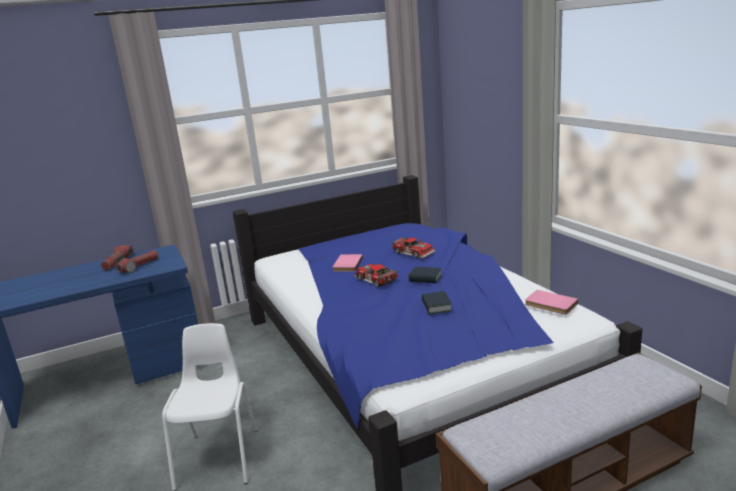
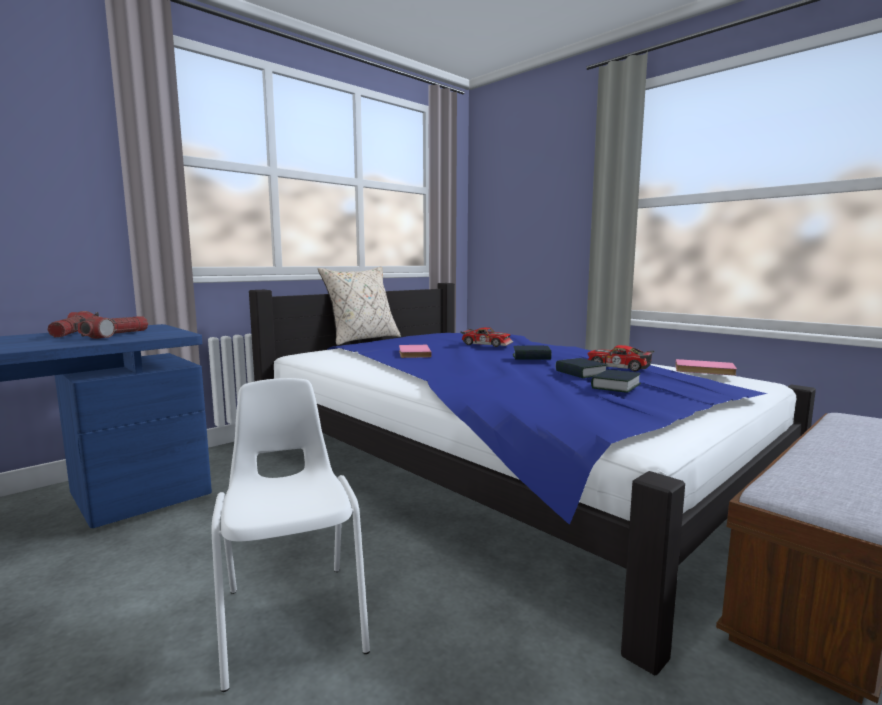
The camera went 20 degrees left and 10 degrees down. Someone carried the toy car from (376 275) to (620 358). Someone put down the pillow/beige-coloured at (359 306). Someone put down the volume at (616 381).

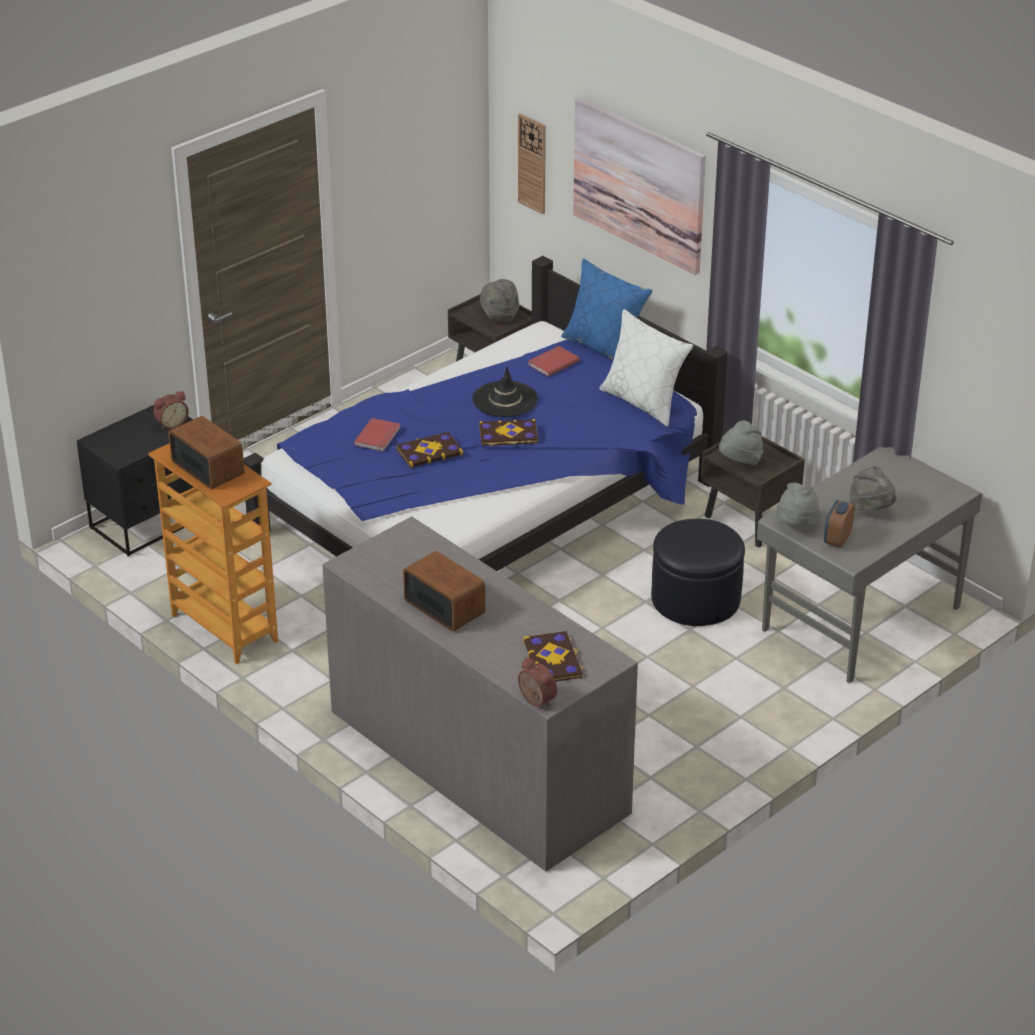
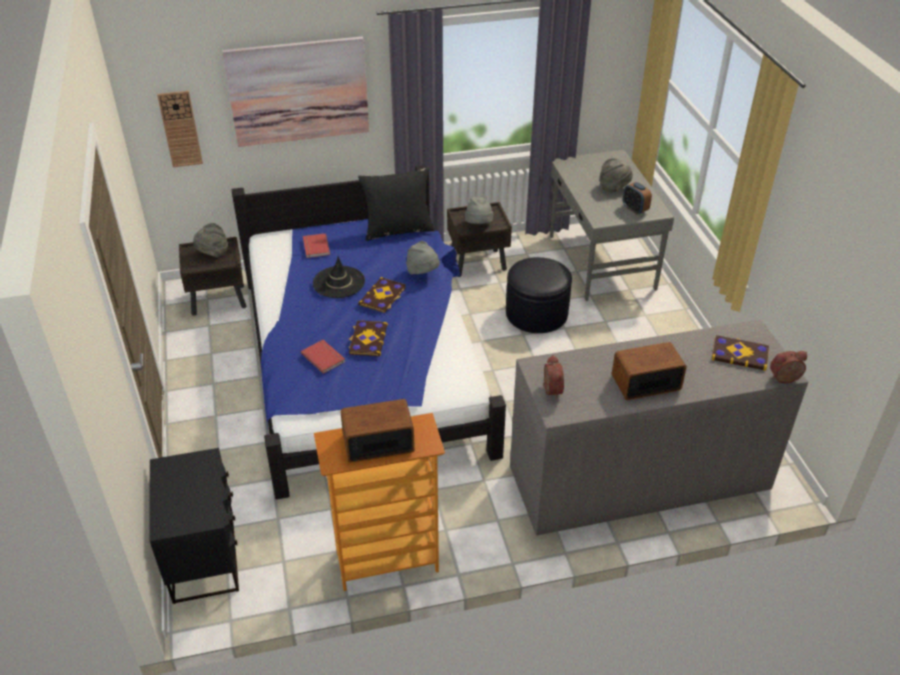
The camera went 60 degrees left and 5 degrees up. Someone took away the pillow/blue at (606 309). Someone repainted the pillow/white-coloured at (646 368), which became the pillow/blackish at (396 204). Someone carried the table clock from (171 410) to (553 377). Someone carried the hat/grey from (799 504) to (423 258).

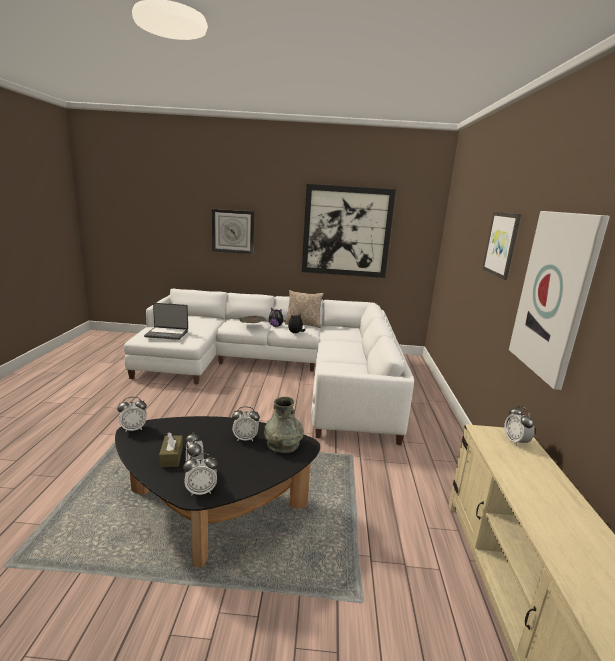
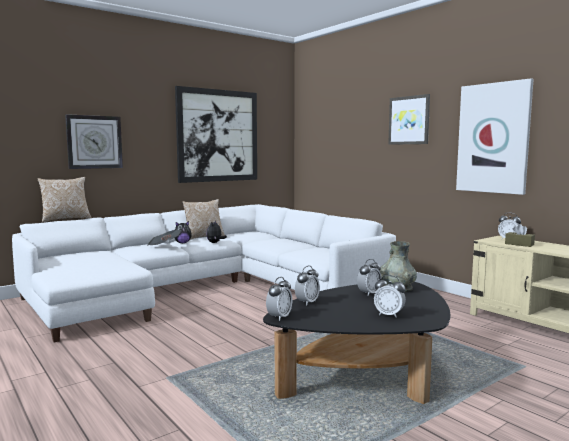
The camera went 40 degrees left and 10 degrees down. Someone took away the notebook computer at (166 321). Someone carried the tissue box/brown from (171 449) to (520 235). Someone carried the table clock from (200 474) to (307 285). Someone put down the pillow at (65 199).

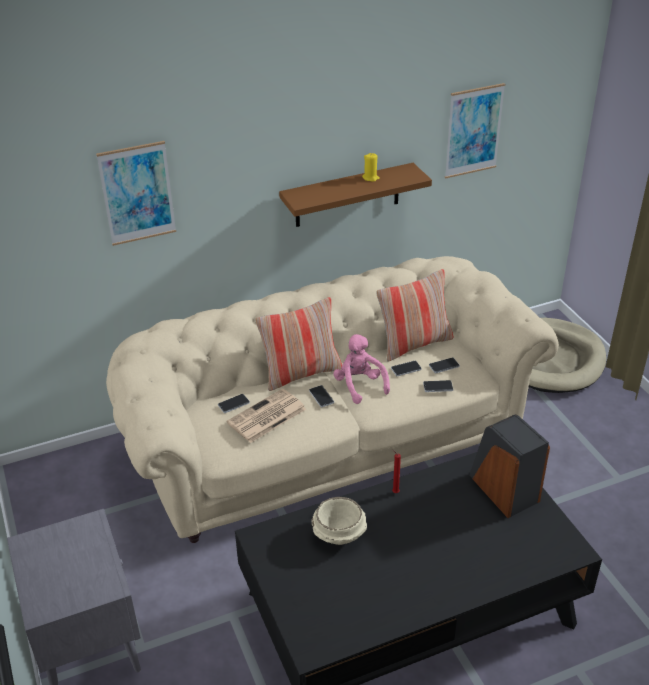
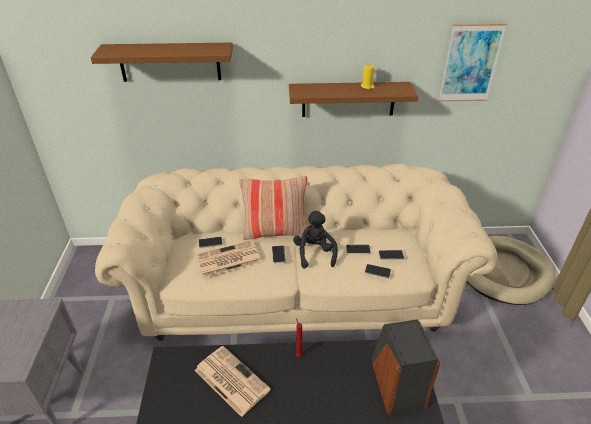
The camera went 20 degrees right and 0 degrees up. Someone swapped the picture at (136 193) for the wall shelf/brown at (162 62). Someone took away the pillow at (415 315). Someone repainted the cuddly toy/pink at (361 369), which became the cuddly toy/blackish at (315 240). Someone swapped the bowl/beige-coloured at (339 521) for the newspaper at (233 381).

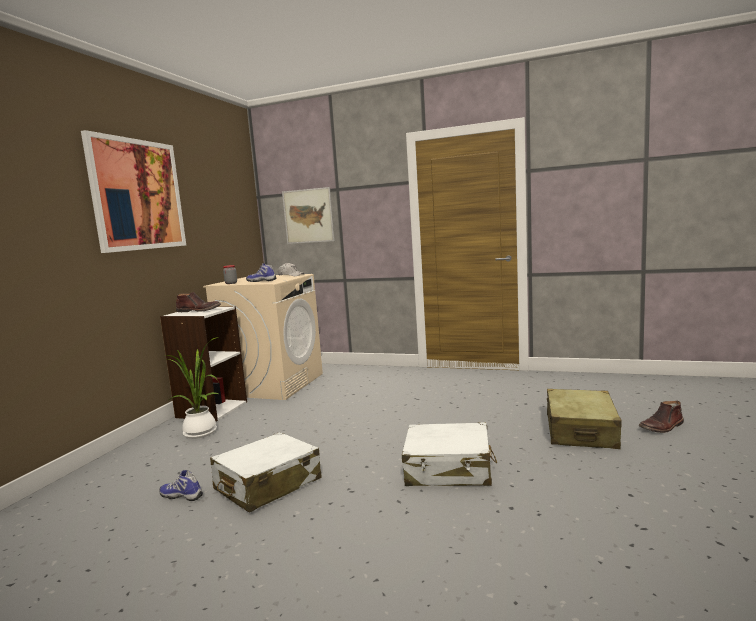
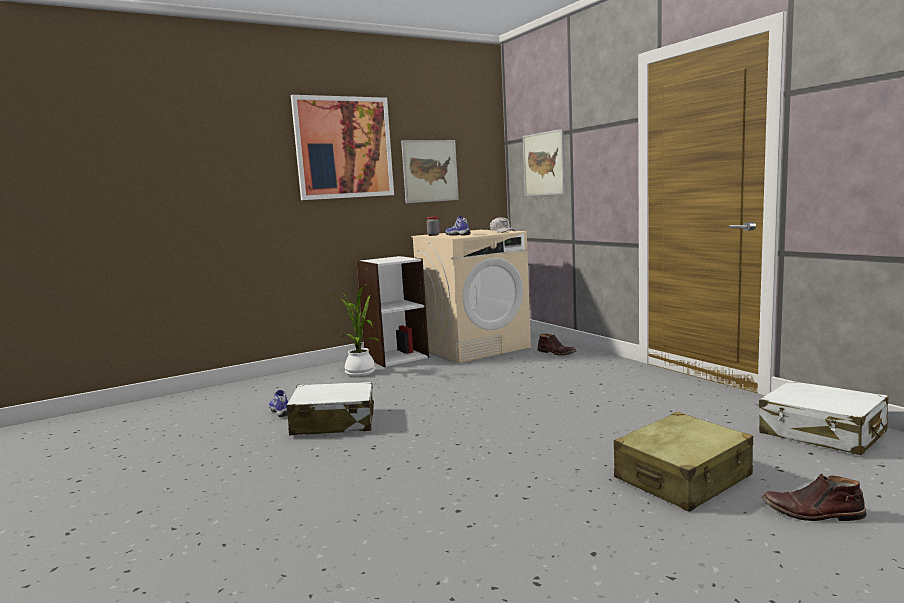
The camera went 40 degrees right and 0 degrees up. Someone carried the high-top boot/brown from (198 302) to (556 345). Someone carried the suitcase/white-coloured from (449 454) to (823 418). Someone put up the picture at (430 171).

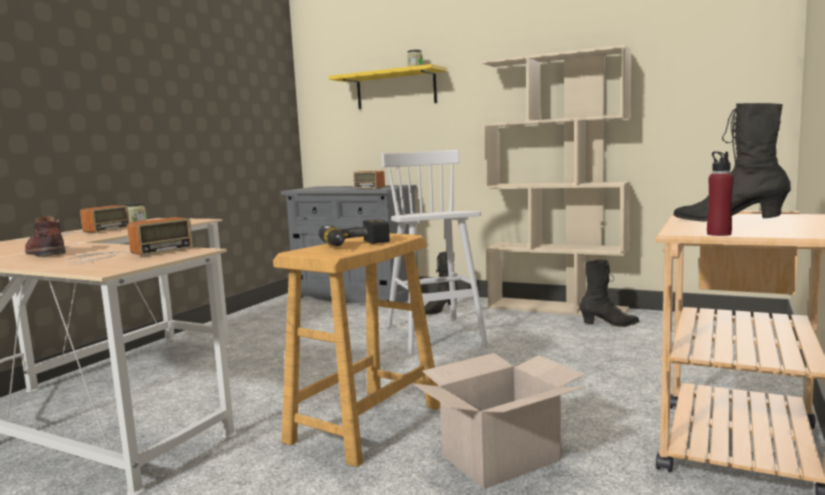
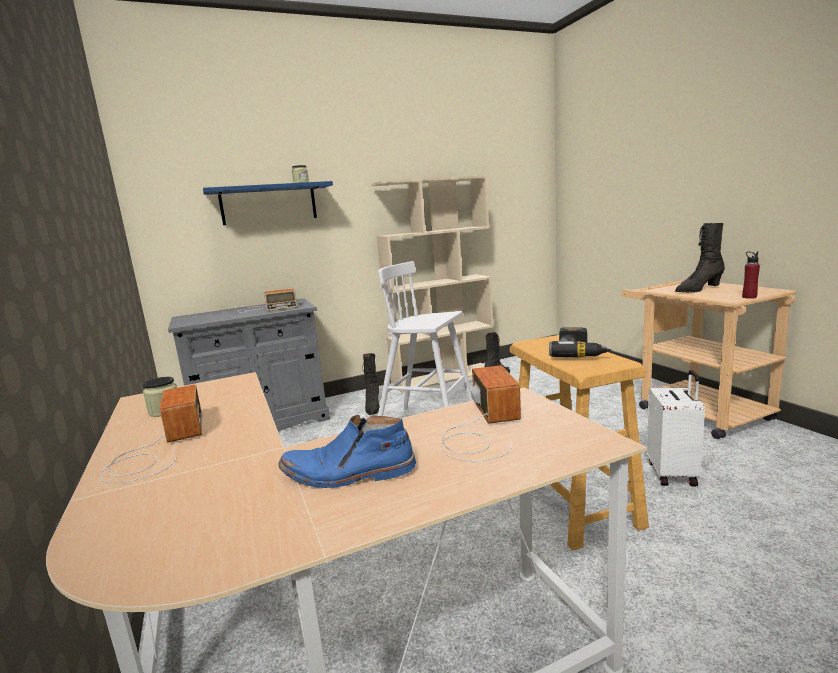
The camera went 50 degrees left and 5 degrees up. Someone repainted the wall shelf/yellowish at (388 86), which became the wall shelf/blue at (268 203). Someone repainted the high-top boot/brown at (45 236), which became the high-top boot/blue at (347 451). Someone swapped the packing box at (498 421) for the suitcase/white-coloured at (675 428).

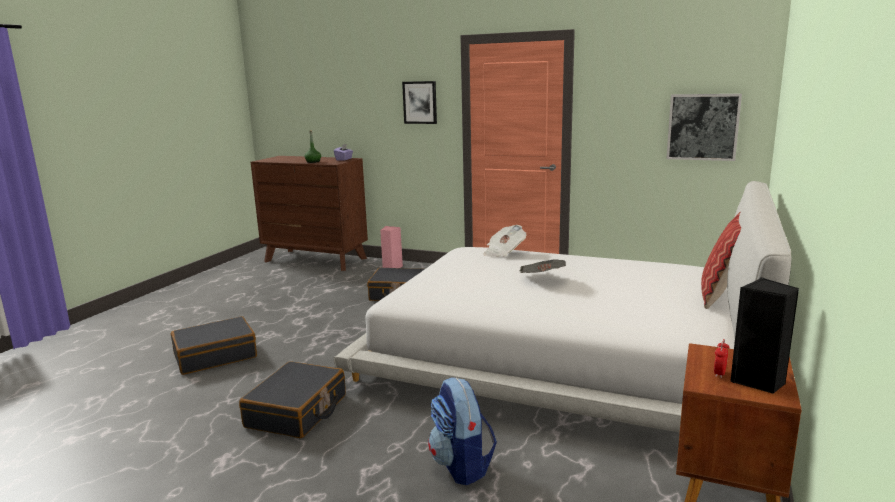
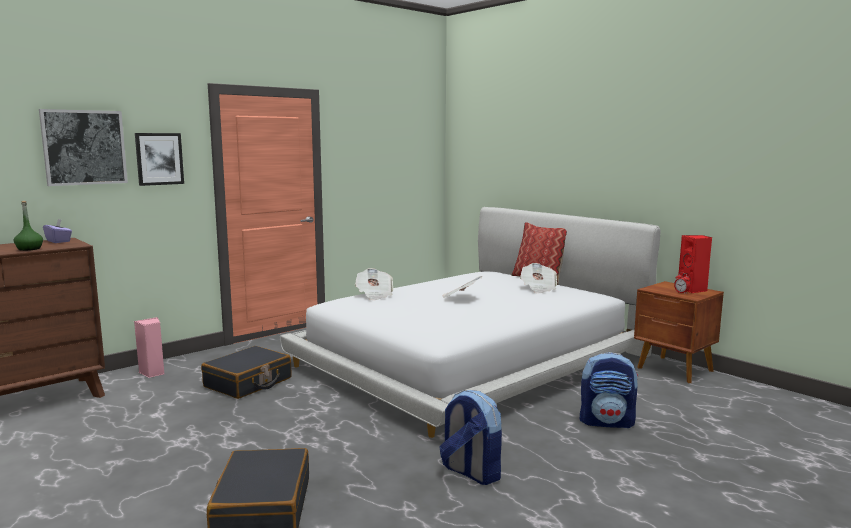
The camera went 65 degrees left and 5 degrees down. Someone carried the picture from (704 127) to (83 147). Someone repainted the audio speaker/blackish at (764 335), which became the audio speaker/red-coloured at (695 264). Someone swapped the suitcase/blackish at (292 399) for the backpack at (471 437). Someone put down the newspaper at (538 278).

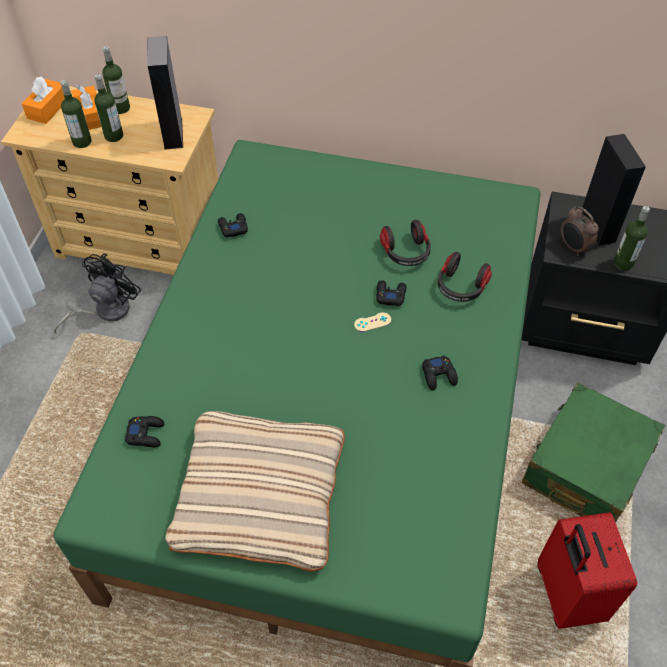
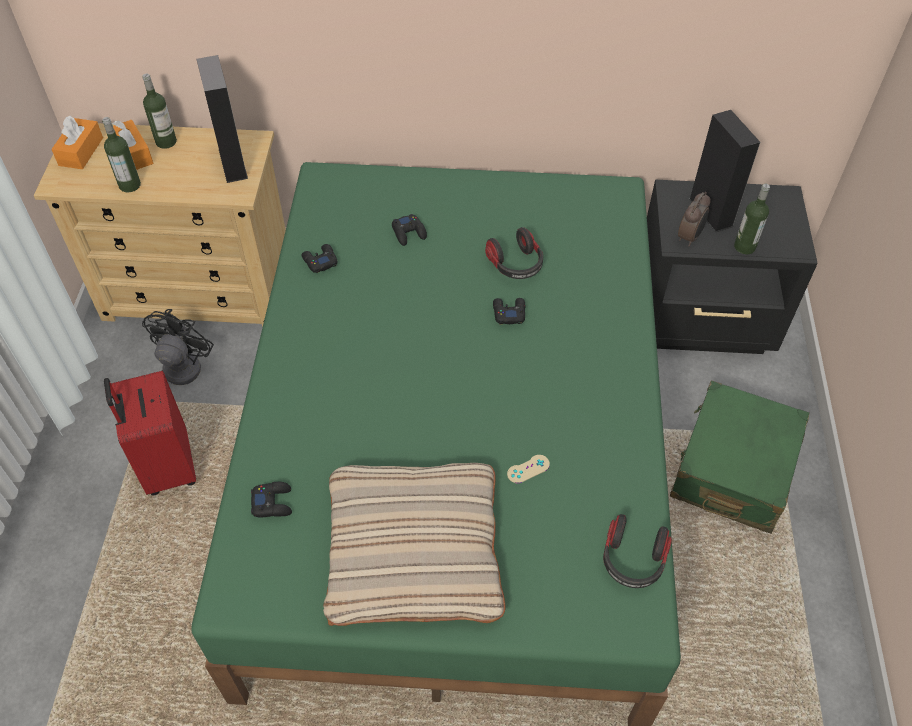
The camera went 10 degrees left and 0 degrees up. Someone took away the drink bottle at (108 108). Someone rotated the table clock at (580 231) by 105 degrees counterclockwise. Someone carried the headphones from (465 277) to (637 551). Someone carried the joypad/beige-coloured from (372 322) to (528 469). Someone carried the joypad/blackish from (440 372) to (409 230). Someone carried the suitcase/red-coloured from (587 570) to (150 433).

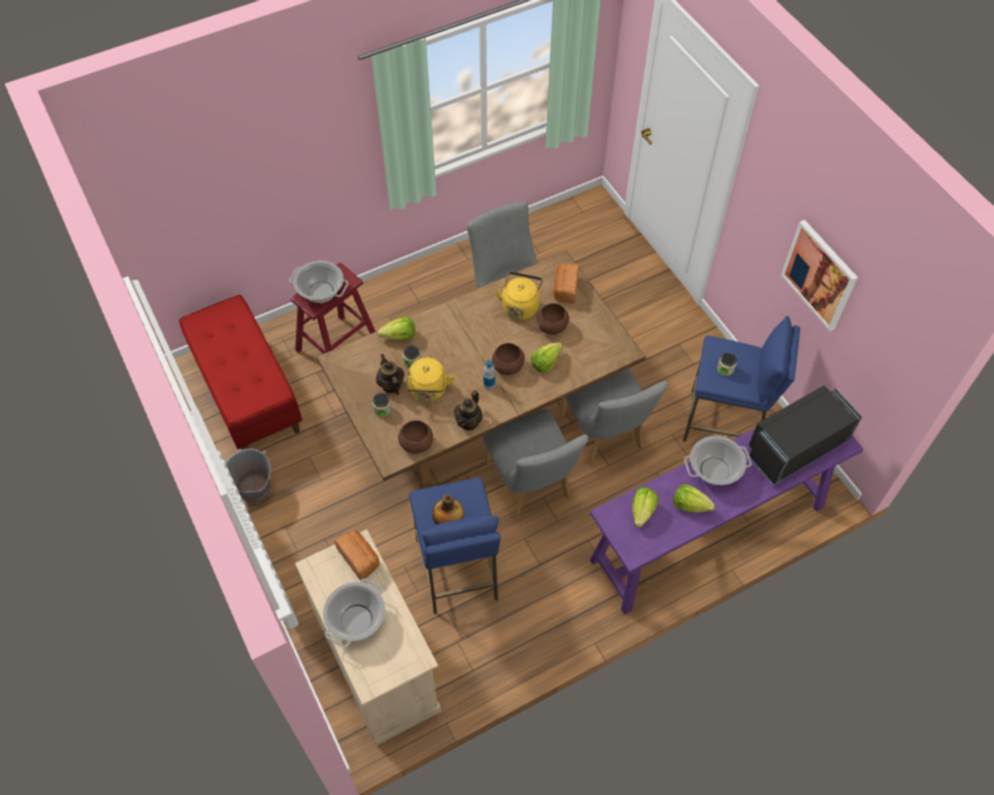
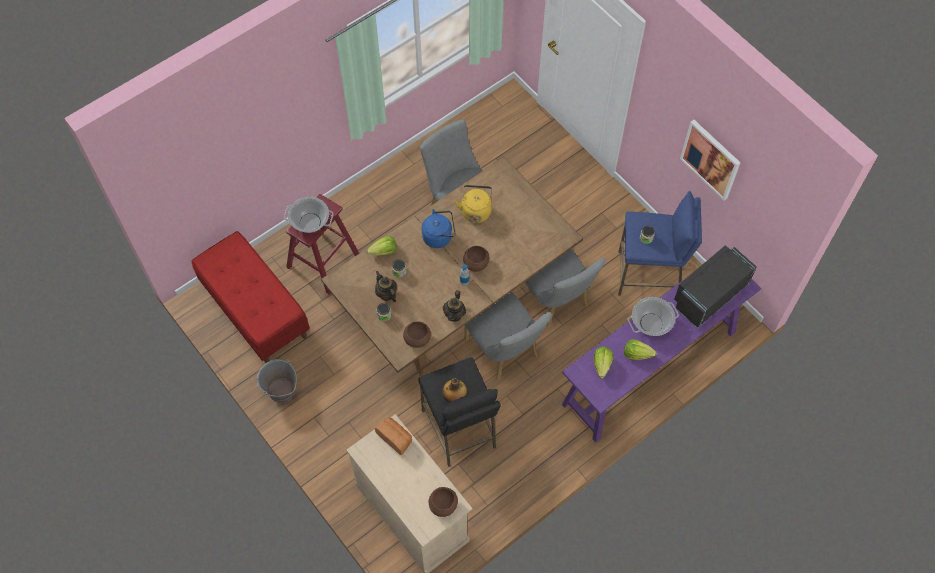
The camera went 10 degrees left and 5 degrees up. Someone took away the baked bread at (566 283). Someone carried the bowl/brown from (553 318) to (443 502). Someone took away the head of lettuce at (547 357). Someone took away the water kettle/yellowish at (430 379). Someone repainted the sitting stool/blue at (455 546), which became the sitting stool/blackish at (459 412). Someone took away the stockpot at (354 613). Someone put down the water kettle/blue at (438 228).

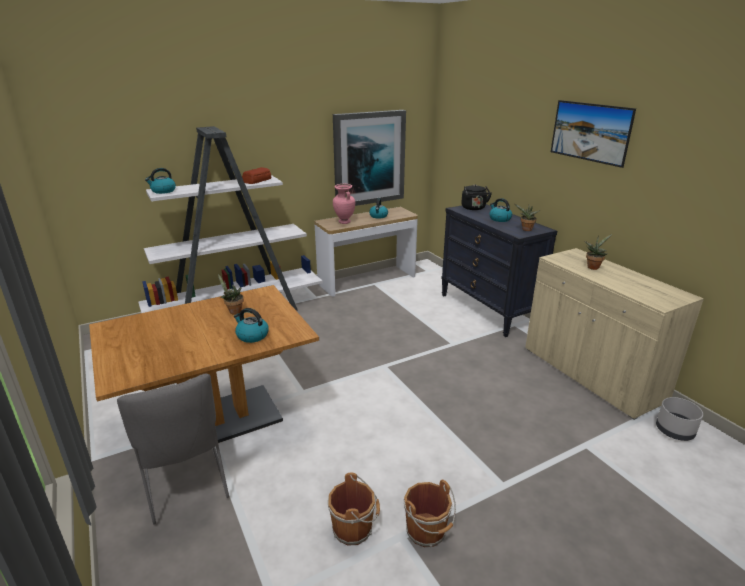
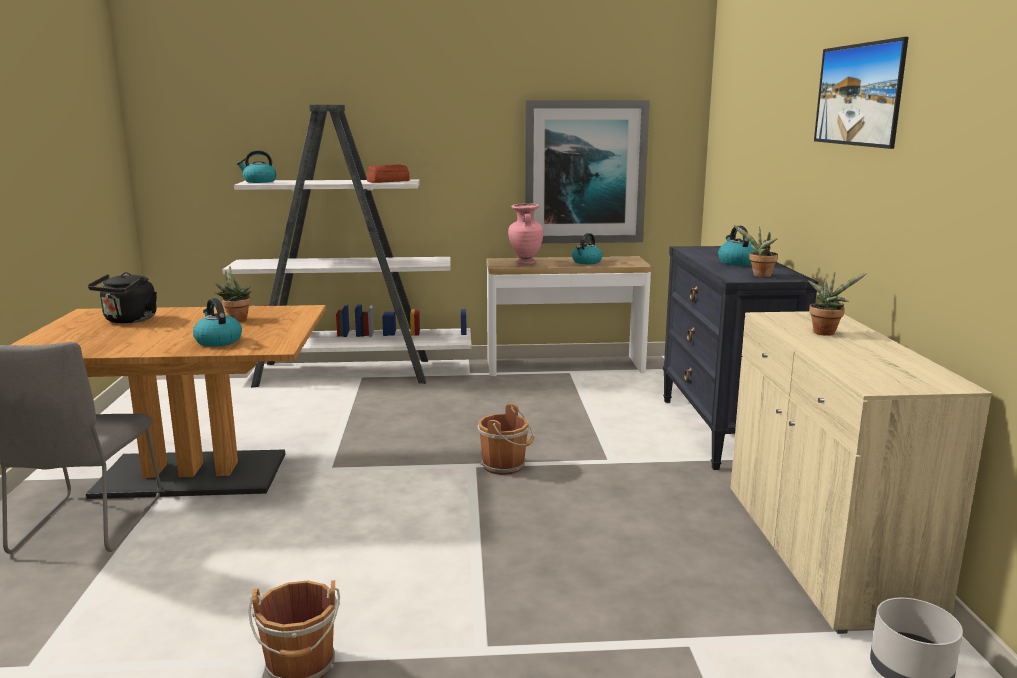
The camera went 25 degrees right and 10 degrees down. Someone carried the water kettle/blackish from (476 197) to (122 298). Someone carried the pail/brown from (354 509) to (506 439).

